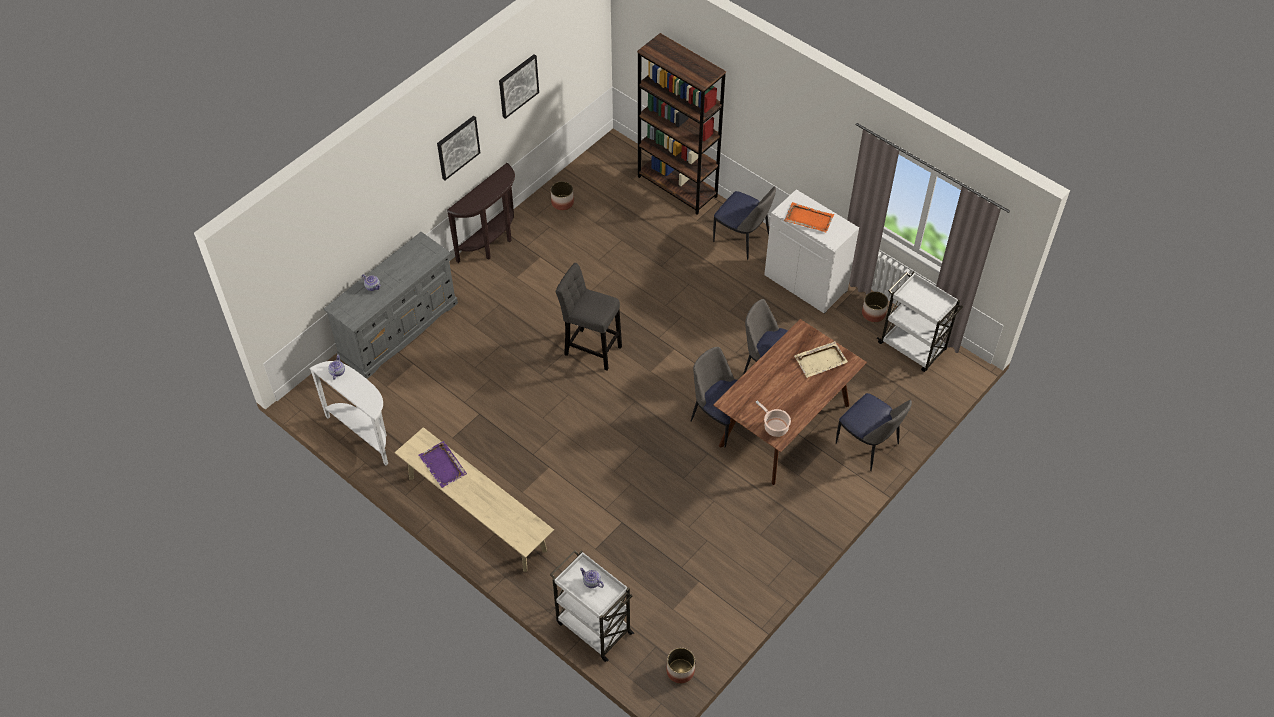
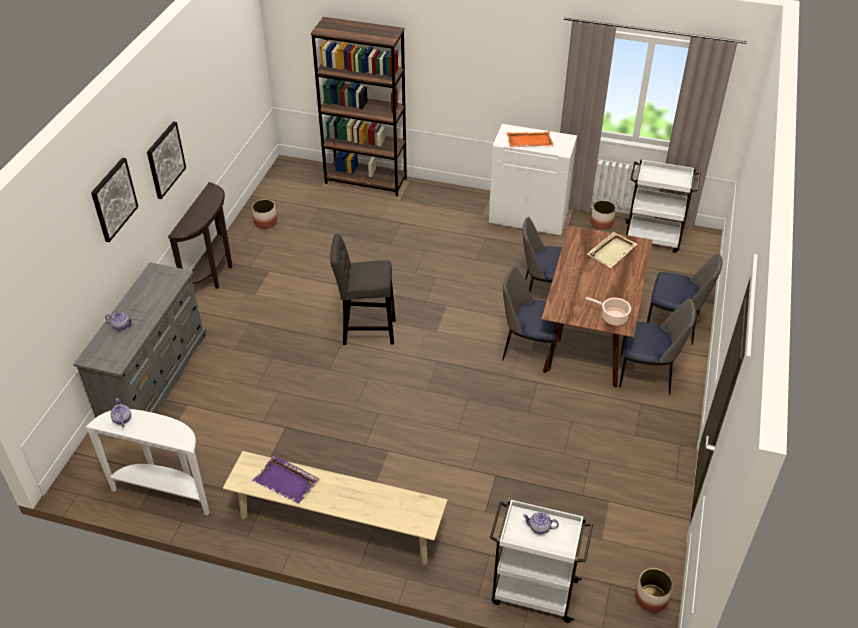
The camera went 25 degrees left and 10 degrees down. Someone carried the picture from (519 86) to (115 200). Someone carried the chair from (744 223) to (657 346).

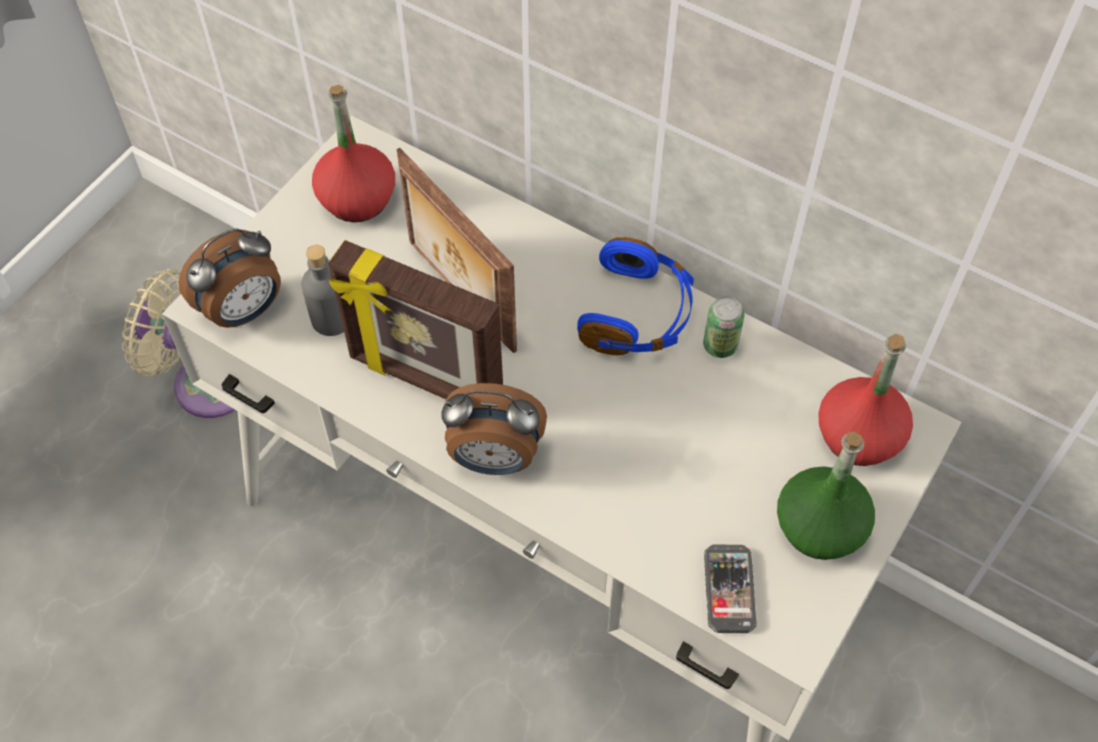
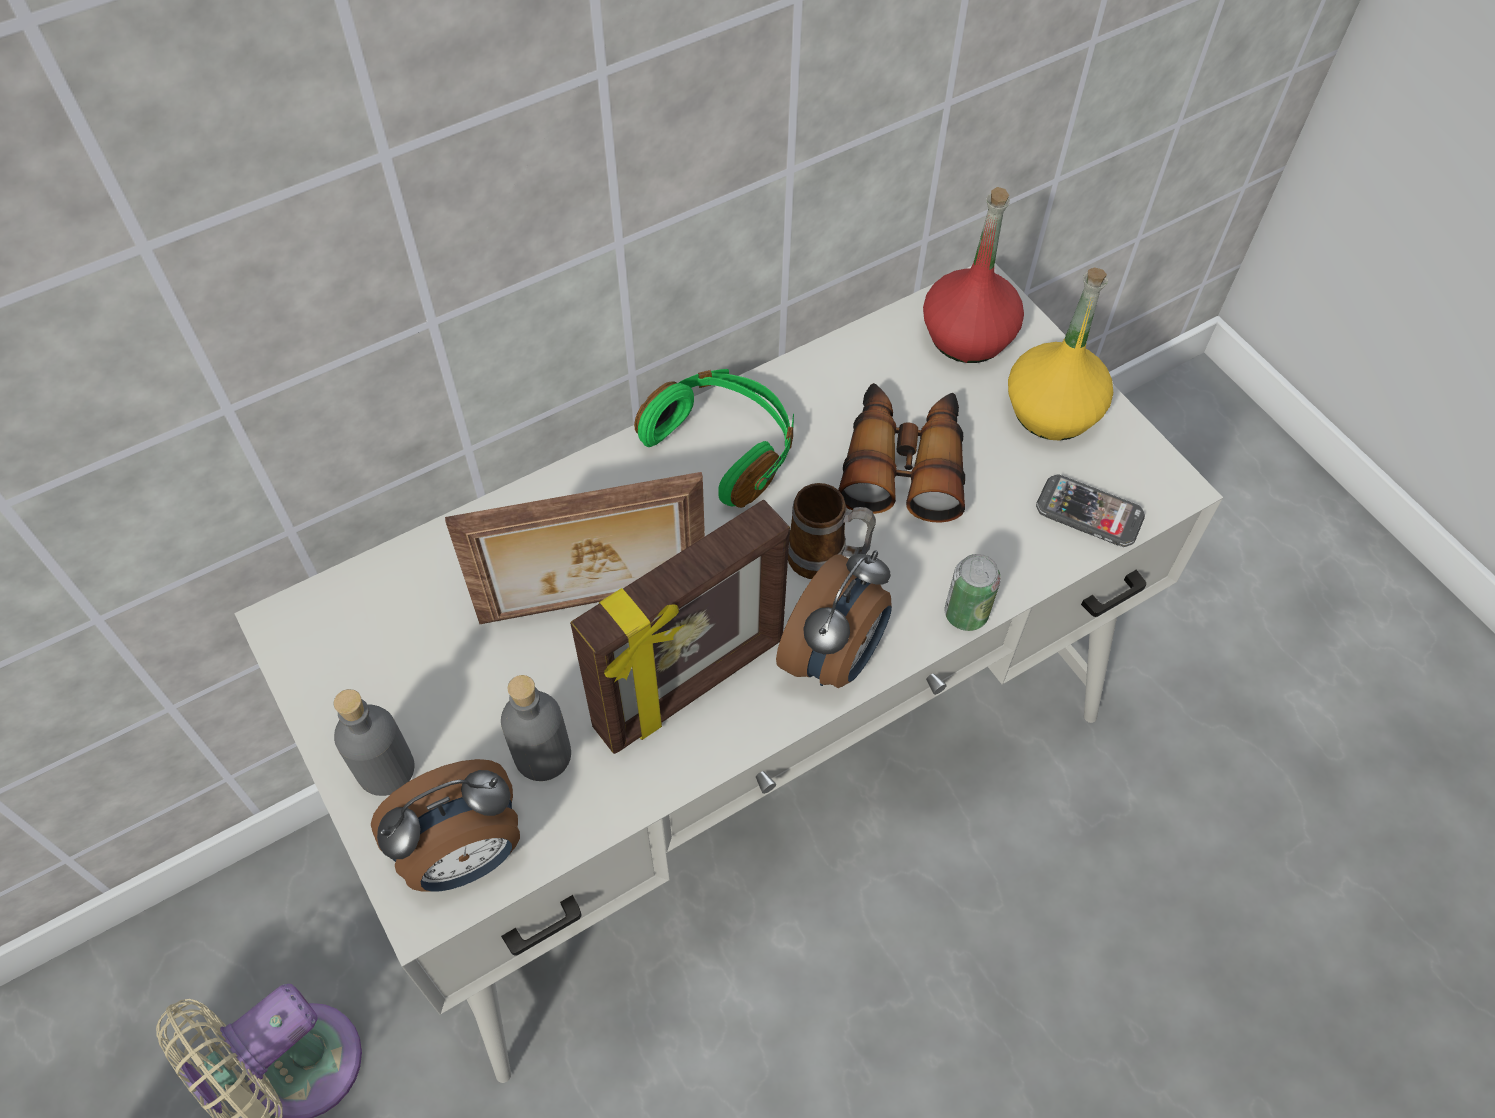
The camera went 65 degrees left and 0 degrees up. Someone took away the drink bottle/red-coloured at (353 153). Someone rotated the table clock at (229 278) by 75 degrees clockwise. Someone repainted the headphones/blue at (635 296), which became the headphones/greenish at (714 438). Someone carried the sealed can from (724 327) to (973 592). Someone repainted the drink bottle/greenish at (826 495), which became the drink bottle/yellowish at (1060 354). Someone put down the pair of binoculars at (901 453). Someone put down the tea mug at (832 531). Someone put down the drink bottle/grey at (374 742).

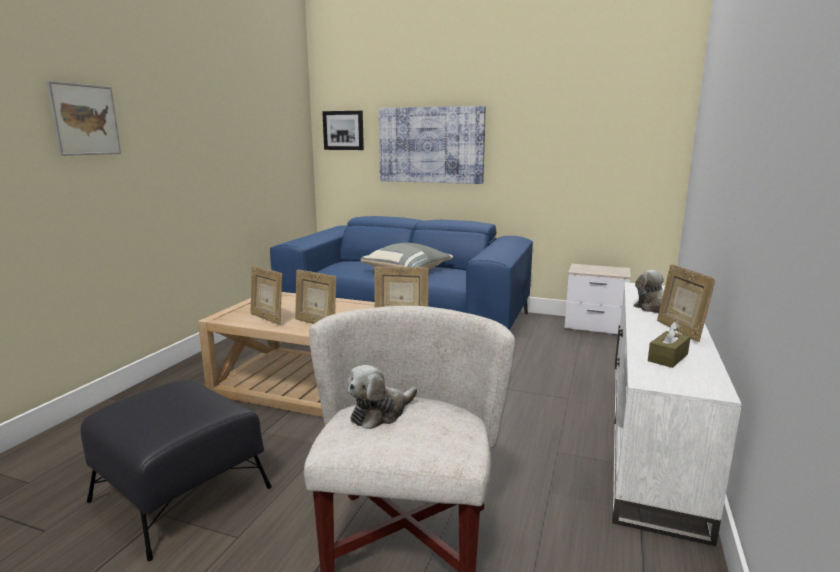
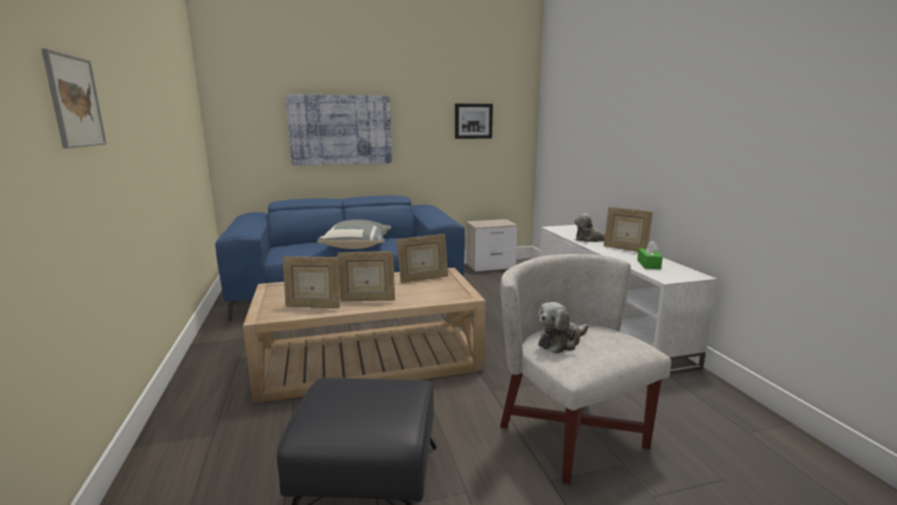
The camera went 35 degrees left and 0 degrees up. Someone carried the picture from (343 130) to (474 121). Someone repainted the tissue box/brown at (669 345), which became the tissue box/greenish at (650 255). Someone rotated the cuddly toy at (382 397) by 45 degrees clockwise.

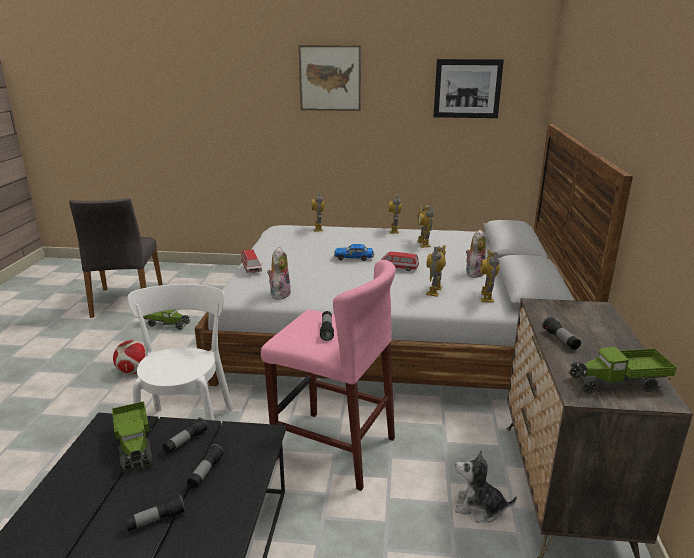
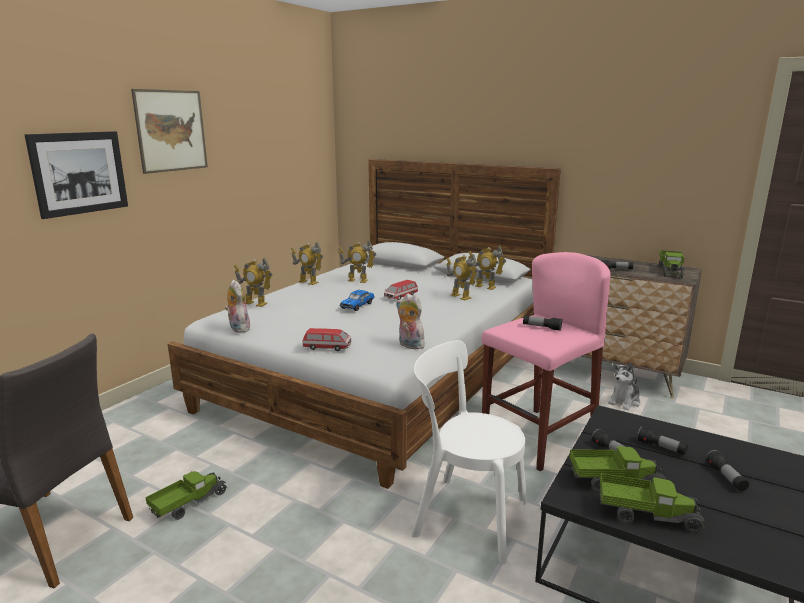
The camera went 65 degrees left and 5 degrees down. Someone carried the picture from (469 88) to (76 175). Someone carried the cuddly toy from (476 253) to (237 306). Someone took away the ball for football at (129 357). Someone put down the model truck at (652 502).

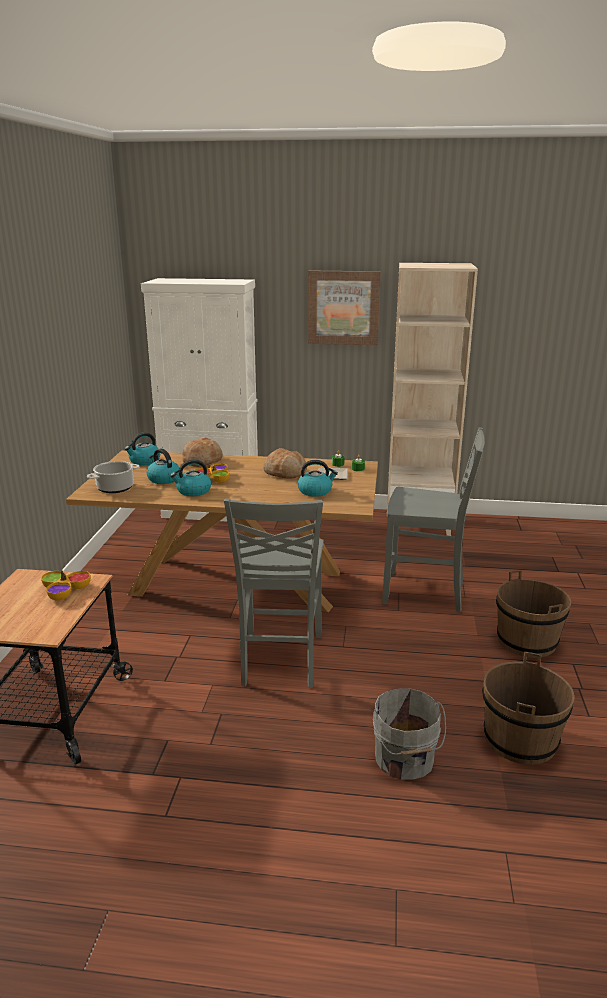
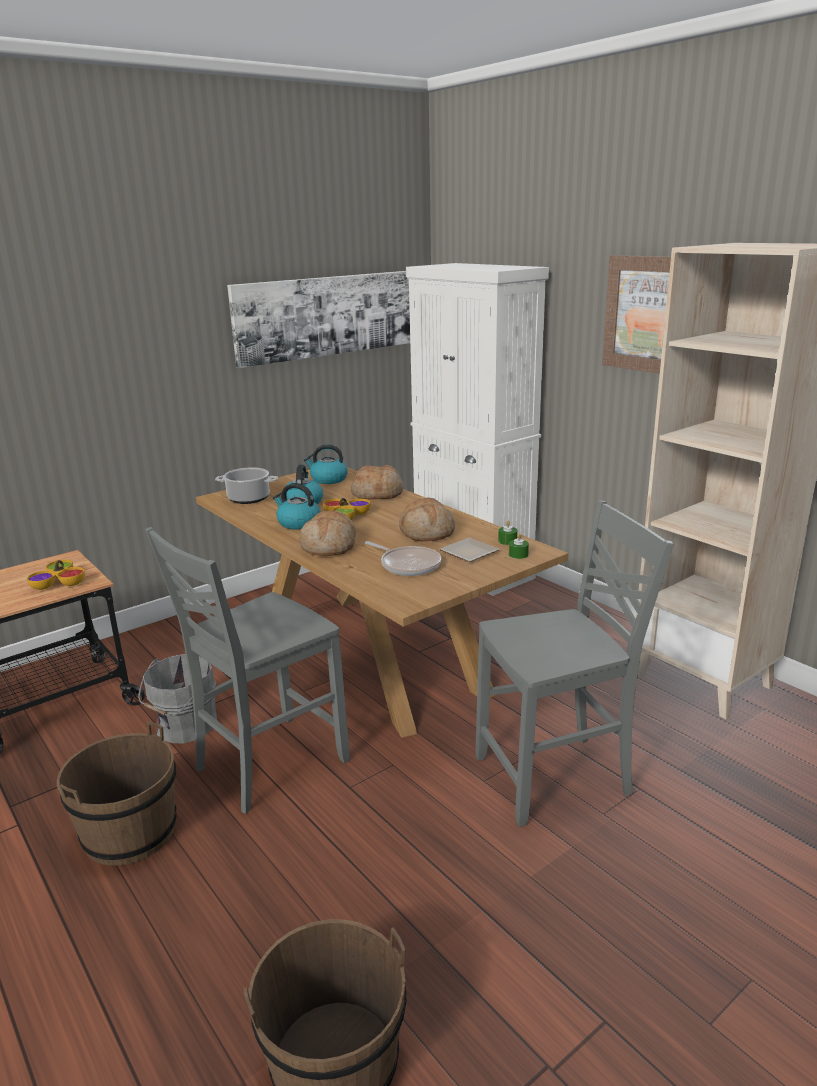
The camera went 45 degrees right and 0 degrees up. Someone rotated the chair/grey at (433 519) by 75 degrees counterclockwise. Someone swapped the water kettle at (317 478) for the frying pan at (403 558). Someone carried the pail/brown from (533 614) to (116 793). Someone carried the pail/grey from (409 734) to (177 698). Someone put up the picture at (318 319). Someone put down the baked bread at (327 533).

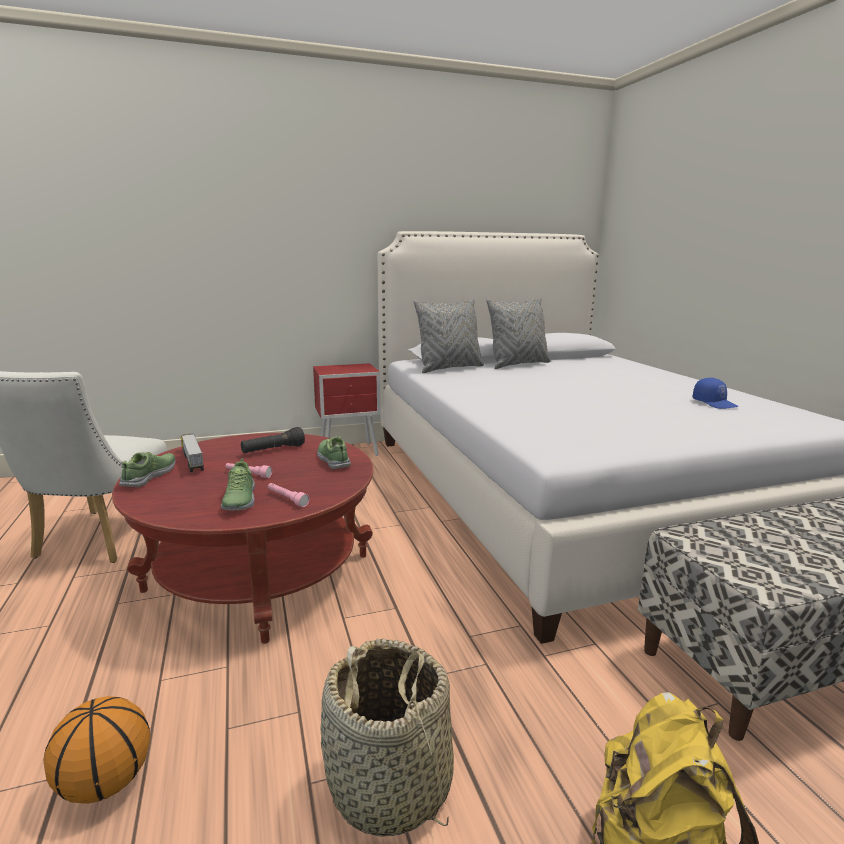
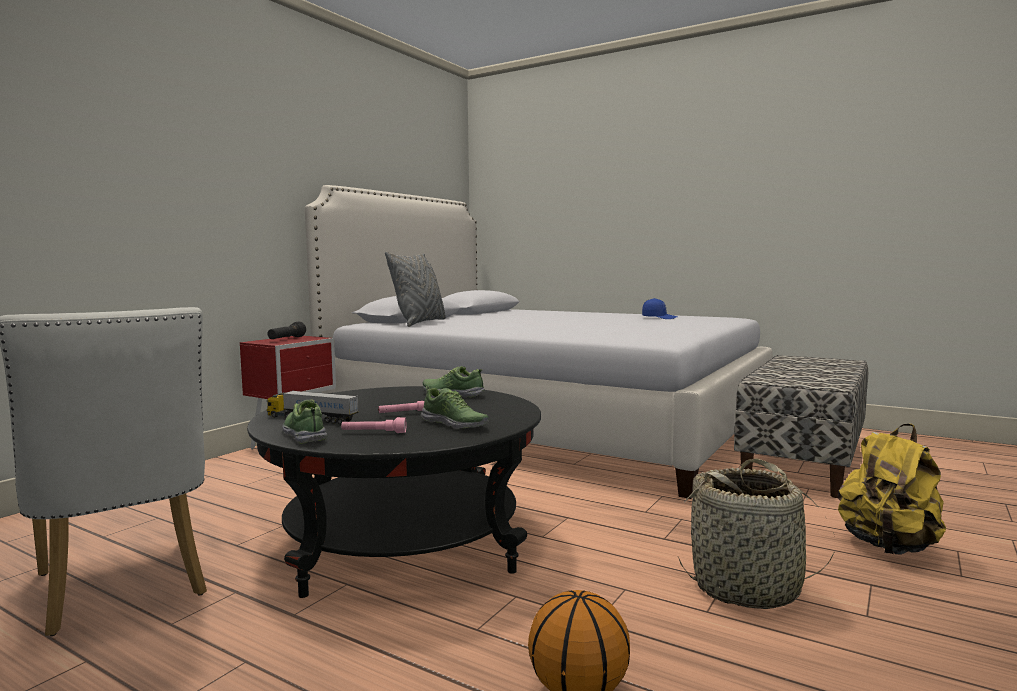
The camera went 40 degrees left and 10 degrees down. Someone took away the pillow/grey at (518 333). Someone carried the torch/blackish from (273 440) to (286 330). Someone repainted the coffee table/red-coloured at (243 538), which became the coffee table/blackish at (394 492). Someone carried the torch/pink from (289 495) to (373 425).

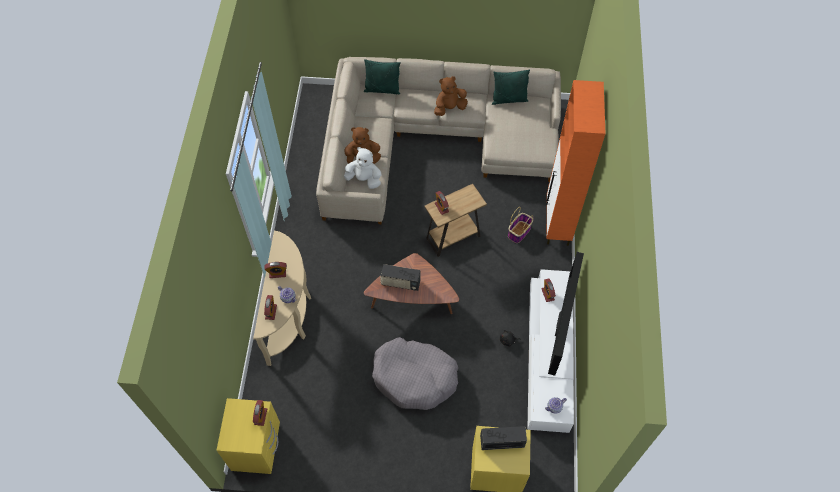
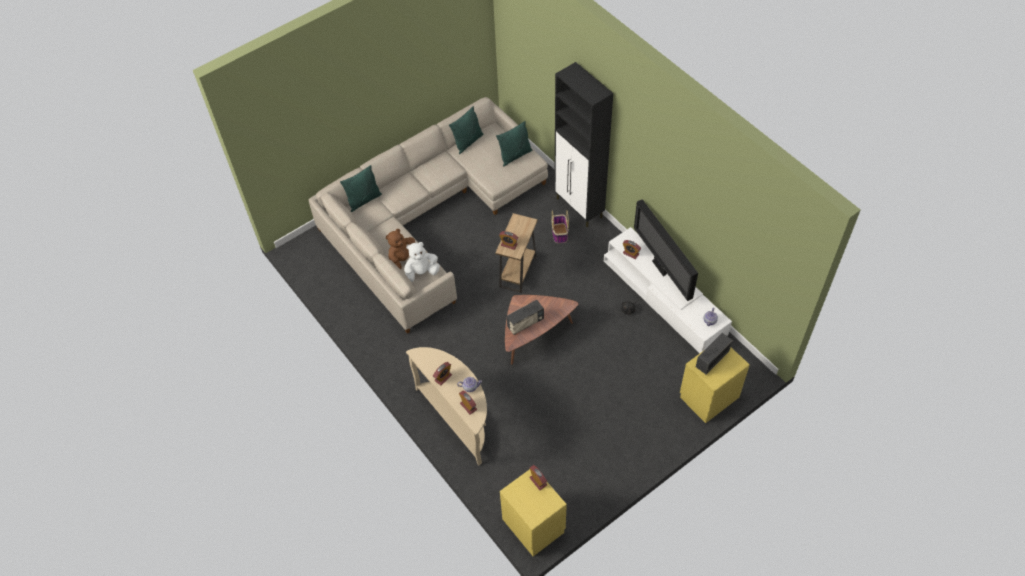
The camera went 40 degrees left and 5 degrees down. Someone took away the cuddly toy/brown at (451 96). Someone repainted the cabinet/orange-coloured at (576 163), which became the cabinet/blackish at (583 144). Someone took away the dog bed/grey at (415 373). Someone put down the pillow/greenish at (514 143).

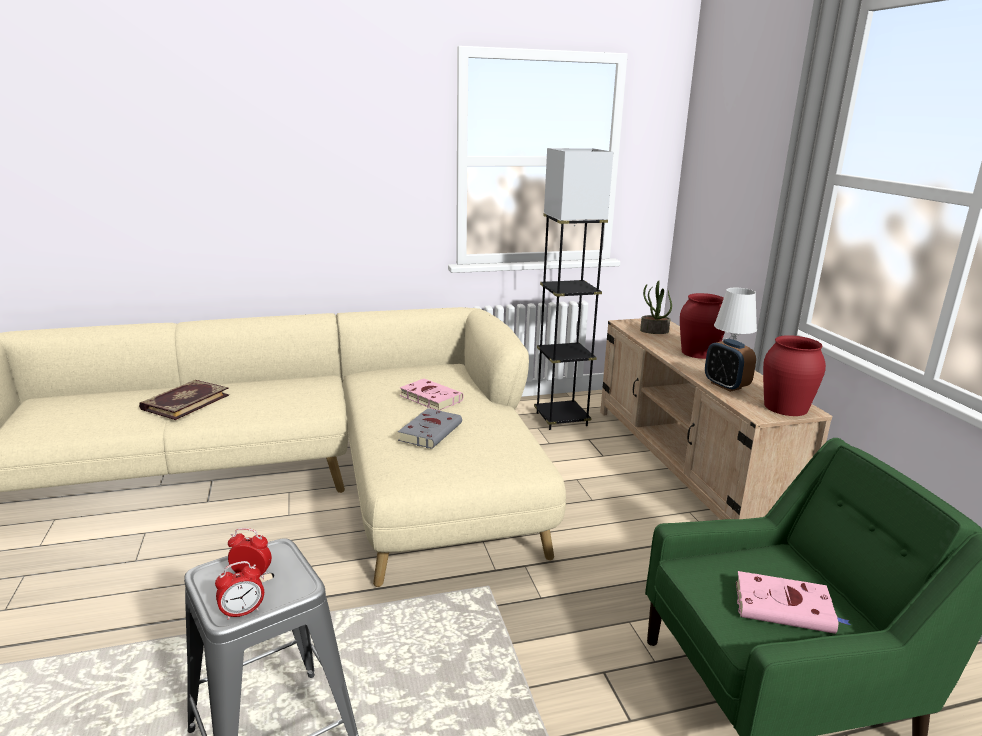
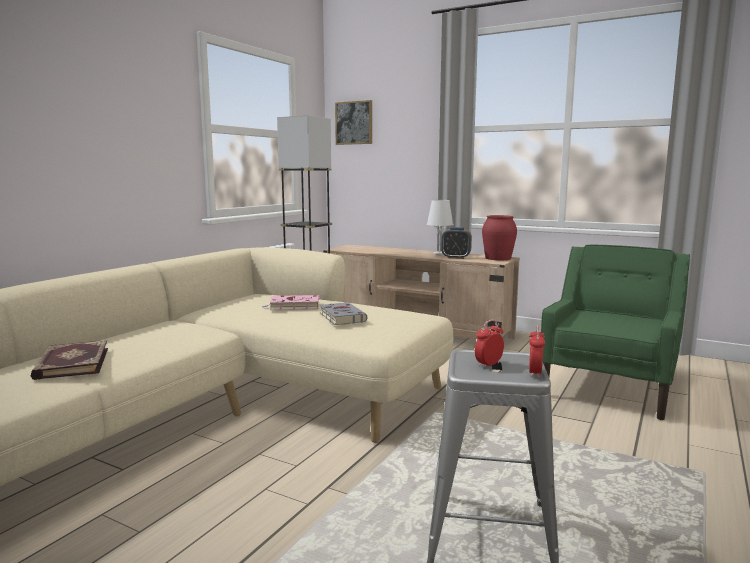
The camera went 45 degrees left and 10 degrees down. Someone took away the potted plant at (656 307). Someone took away the decorative vase/red-coloured at (702 326). Someone took away the volume/pink at (793 602). Someone put up the picture at (353 122).

